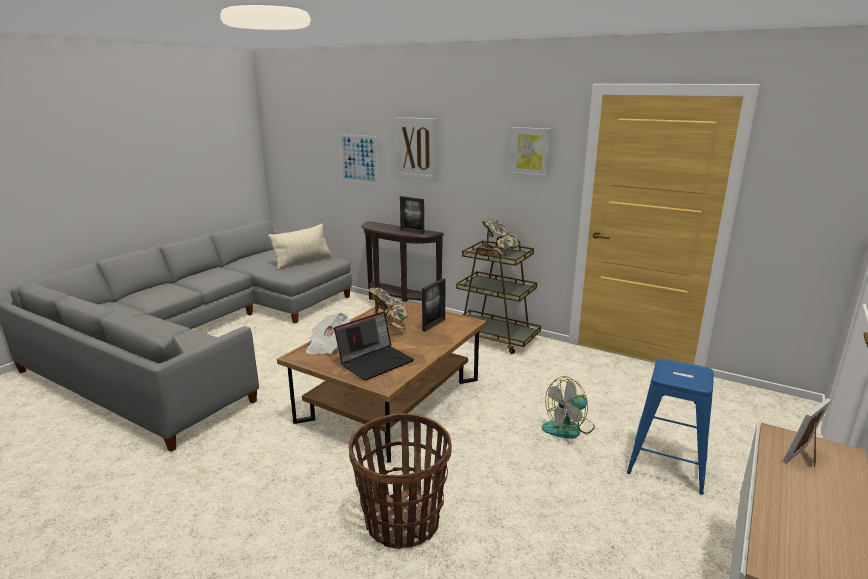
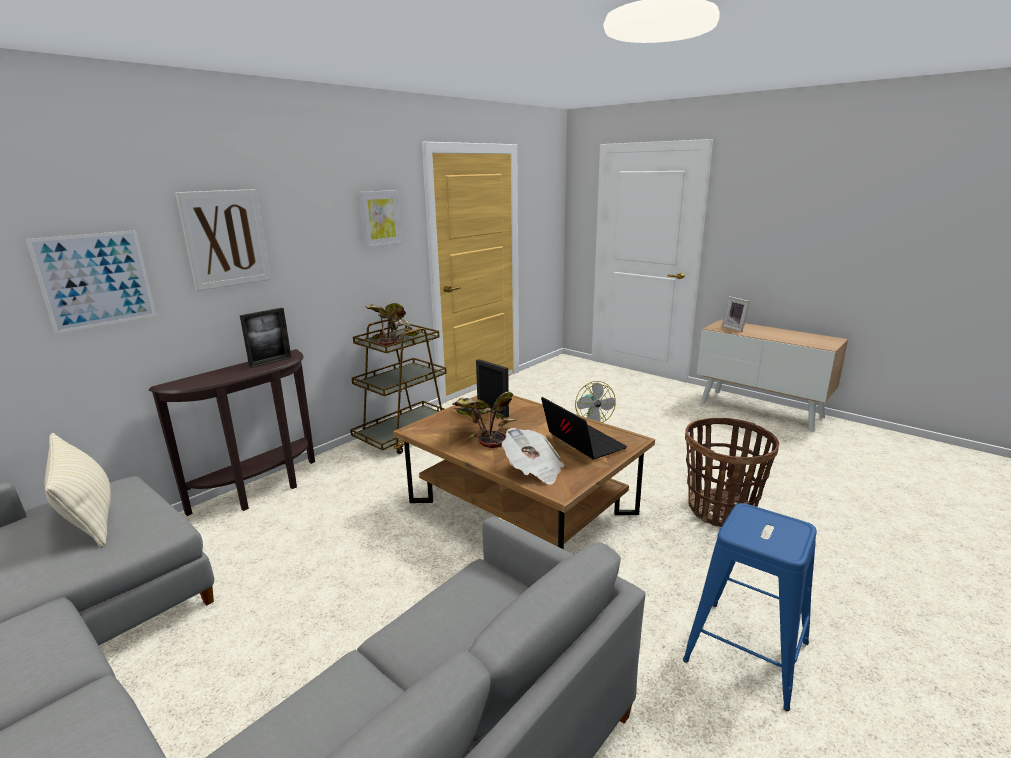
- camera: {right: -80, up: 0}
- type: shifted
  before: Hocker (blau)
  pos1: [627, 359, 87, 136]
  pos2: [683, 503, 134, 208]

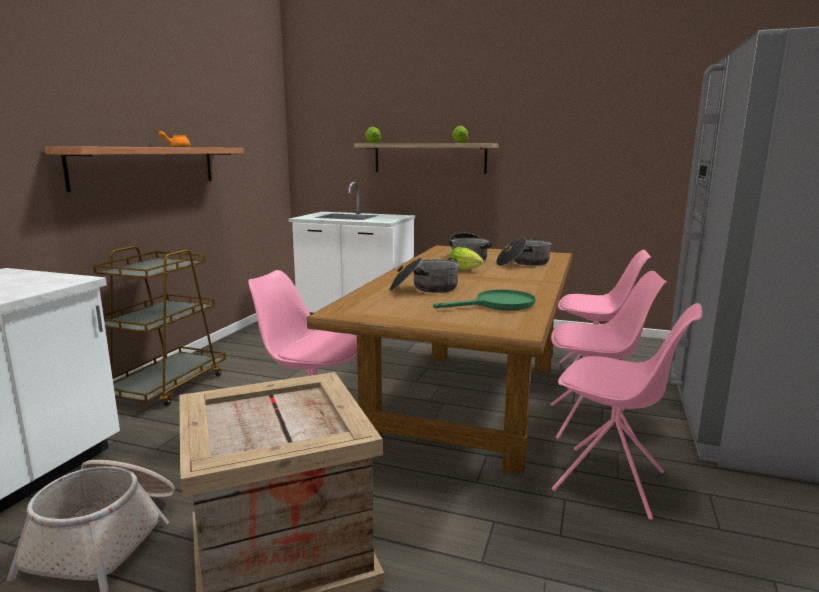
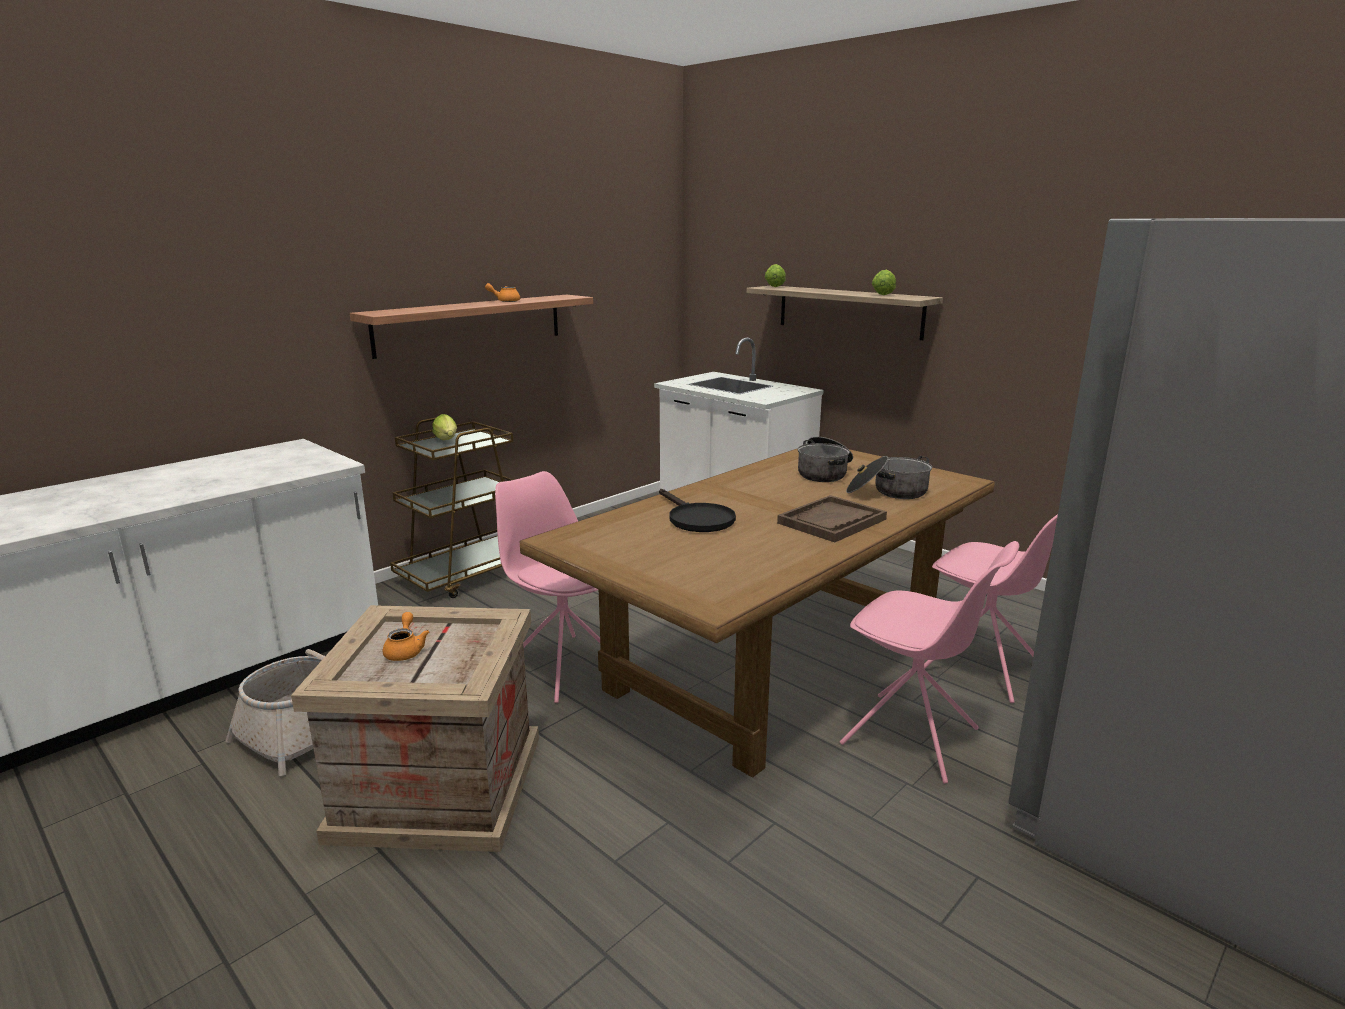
- camera: {right: 25, up: 5}
- type: gone
  before: Pfanne (grün)
  pos1: [433, 290, 103, 21]
- type: gone
  before: Stuhl (rosa)
  pos1: [552, 303, 150, 217]
- type: new
  after: Teekanne (orange)
  pos2: [383, 612, 46, 49]
- type: new
  after: Tablett (braun)
  pos2: [777, 495, 110, 47]
- type: shifted
  before: Salatkopf
  pos1: [449, 247, 35, 23]
  pos2: [432, 414, 25, 26]
- type: swapped
  before: Kochtopf
  after: Pfanne (schwarz)
  pos1: [389, 257, 71, 36]
  pos2: [659, 489, 77, 43]

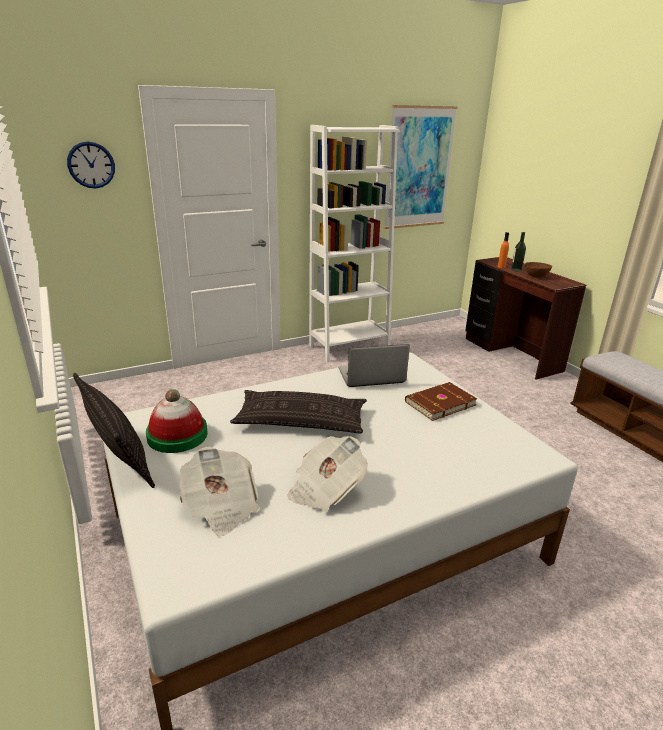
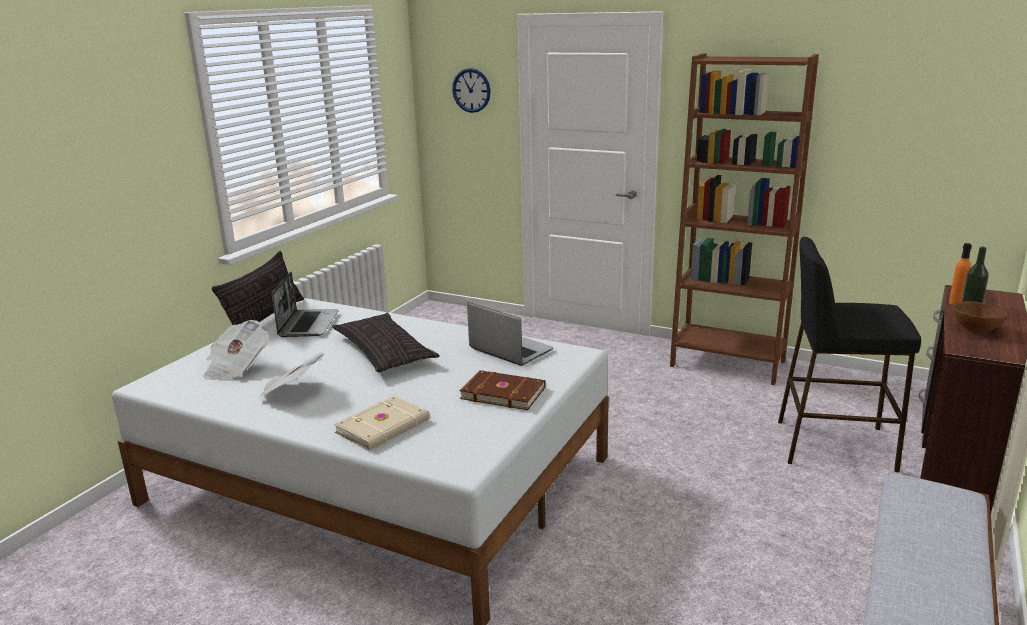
- camera: {right: 55, up: -5}
- type: gone
  before: Bild
  pos1: [384, 105, 74, 124]
- type: new
  after: Buch (beige)
  pos2: [334, 396, 96, 54]
- type: new
  after: Hocker (schwarz)
  pos2: [778, 237, 143, 235]
- type: swapped
  before: Hut
  after: Laptop
  pos1: [146, 389, 62, 64]
  pos2: [272, 272, 67, 65]
- type: repainted
  before: Bücherregal (weiß)
  after: Bücherregal (braun)
  pos1: [309, 125, 91, 237]
  pos2: [670, 53, 149, 332]

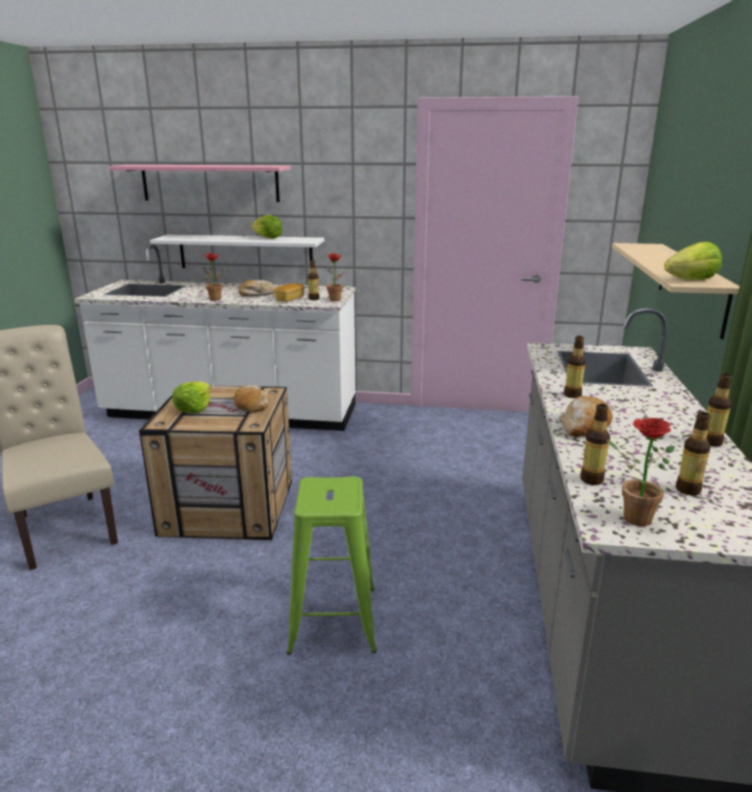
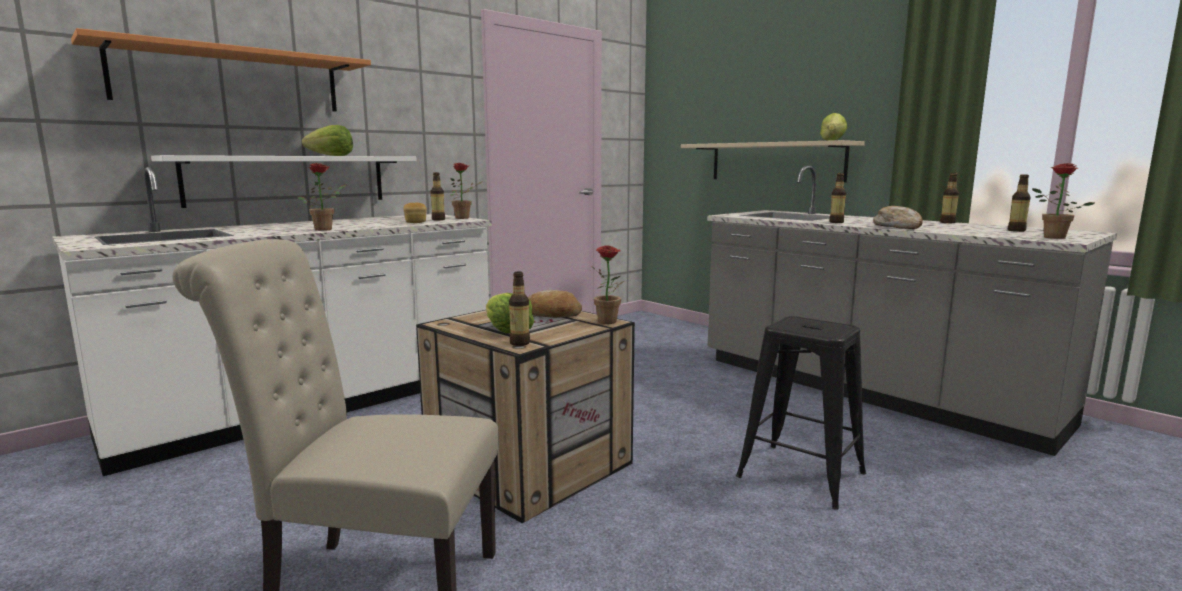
- camera: {right: -50, up: -10}
- type: gone
  before: Brot
  pos1: [239, 280, 37, 17]
- type: new
  after: Topfpflanze
  pos2: [591, 245, 33, 79]
- type: shifted
  before: Flasche
  pos1: [580, 404, 30, 81]
  pos2: [509, 272, 21, 74]
- type: repainted
  before: Wandregal (rosa)
  after: Wandregal (orange)
  pos1: [109, 165, 182, 37]
  pos2: [71, 28, 300, 84]
- type: repainted
  before: Hocker (grün)
  after: Hocker (schwarz)
  pos1: [287, 477, 90, 178]
  pos2: [736, 316, 130, 194]

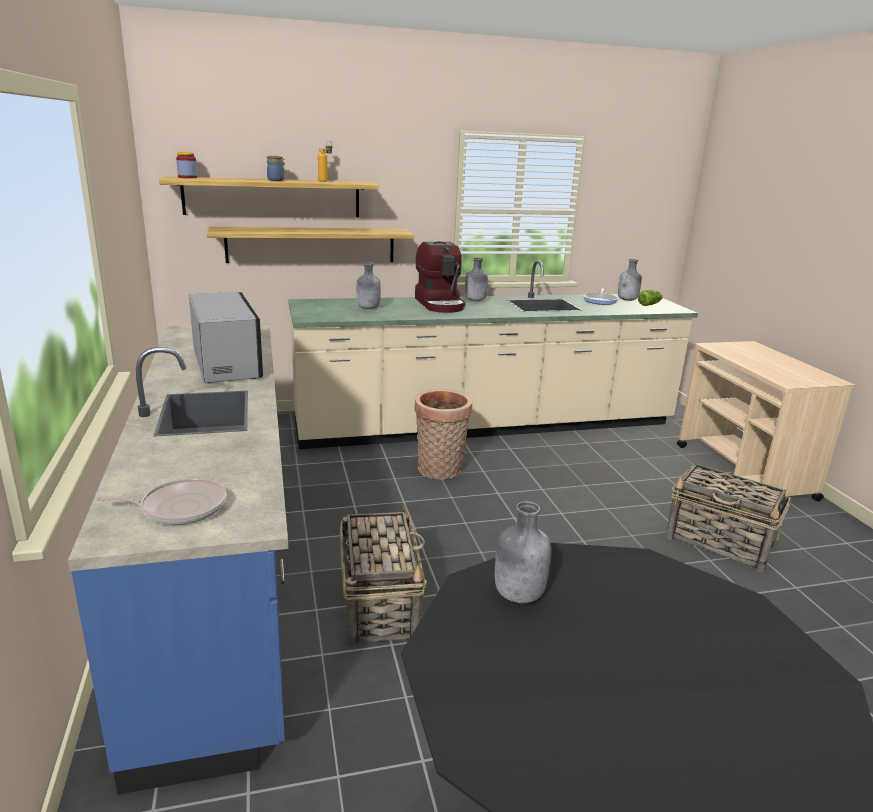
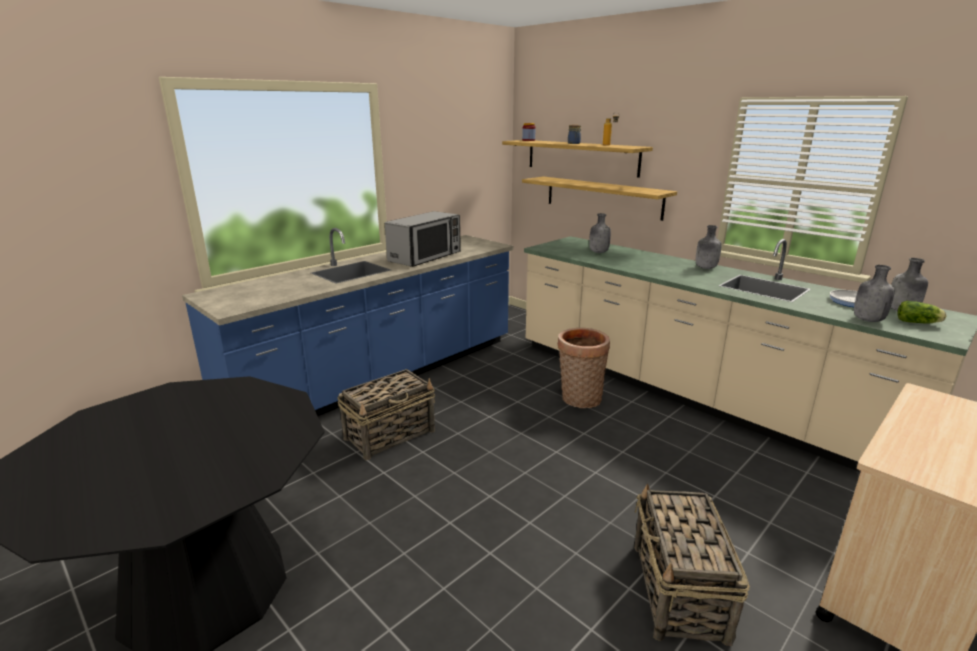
- camera: {right: 60, up: 0}
- type: gone
  before: Pfanne
  pos1: [96, 478, 131, 47]
- type: gone
  before: Kaffeemaschine
  pos1: [415, 241, 51, 72]
- type: shifted
  before: Flasche (grau)
  pos1: [494, 501, 58, 103]
  pos2: [854, 265, 41, 57]

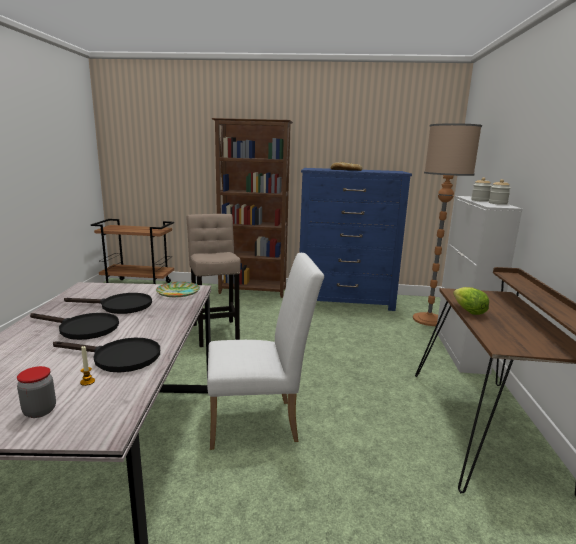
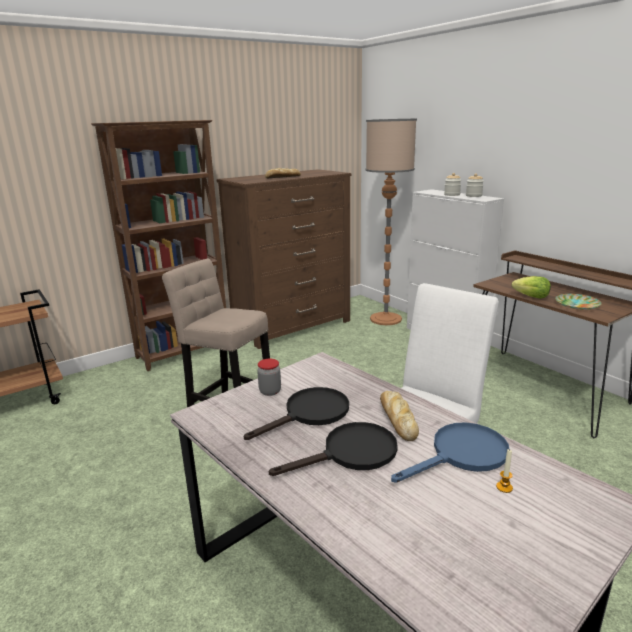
- camera: {right: -40, up: 5}
- type: new
  after: Brot
  pos2: [380, 391, 39, 50]
- type: shifted
  before: Vorratsglas
  pos1: [17, 366, 39, 52]
  pos2: [257, 358, 24, 38]
- type: shifted
  before: Teller
  pos1: [156, 282, 44, 15]
  pos2: [555, 294, 47, 16]
- type: repainted
  before: Pfanne (schwarz)
  after: Pfanne (blau)
  pos1: [53, 338, 107, 35]
  pos2: [391, 422, 118, 61]
- type: repainted
  before: Kommode (blau)
  after: Kommode (braun)
  pos1: [299, 168, 113, 143]
  pos2: [217, 169, 134, 180]

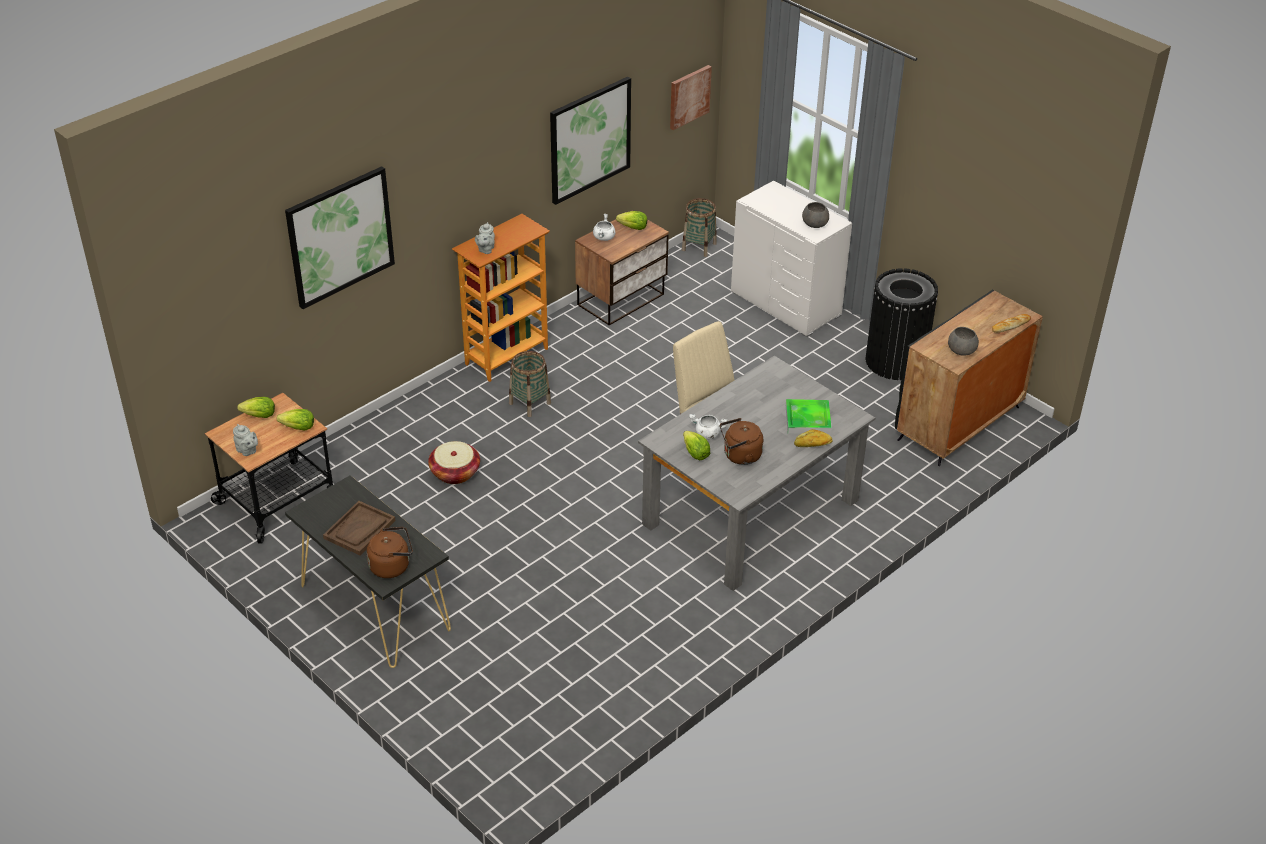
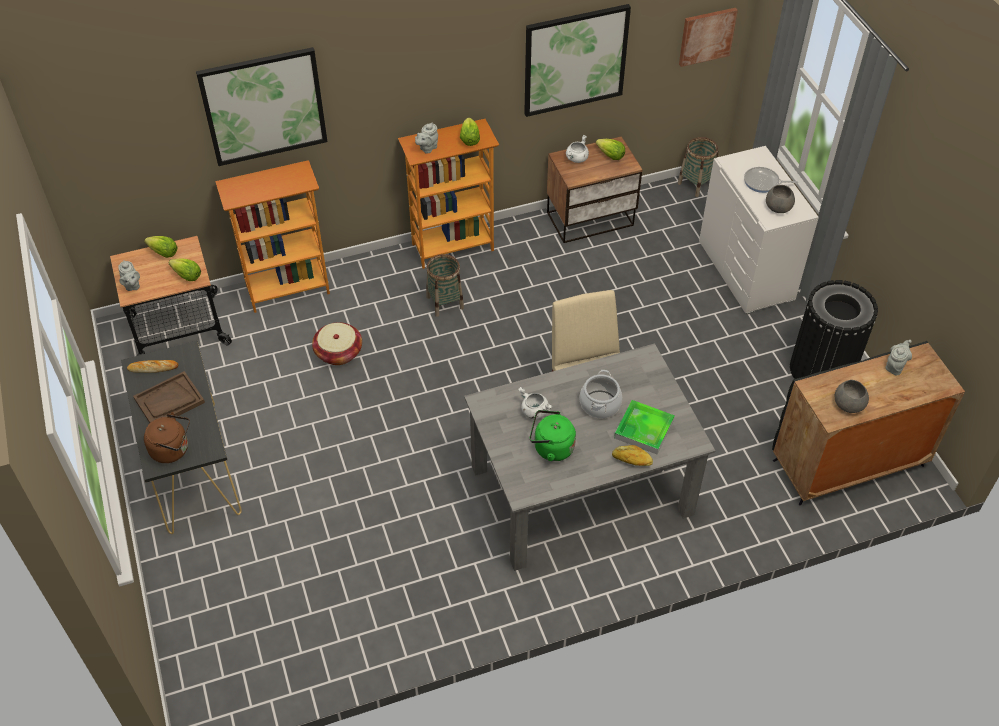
- camera: {right: 25, up: 10}
- type: new
  after: Bücherregal
  pos2: [215, 160, 115, 153]
- type: new
  after: Kochtopf
  pos2: [579, 370, 43, 48]
- type: new
  after: Pfanne
  pos2: [744, 167, 54, 26]
- type: new
  after: Teekanne (grau)
  pos2: [886, 340, 26, 36]
- type: shifted
  before: Salatkopf
  pos1: [683, 431, 27, 29]
  pos2: [460, 118, 20, 28]
- type: shifted
  before: Brot
  pos1: [992, 314, 39, 19]
  pos2: [127, 360, 51, 13]
- type: repainted
  before: Wasserkessel (braun)
  after: Wasserkessel (grün)
  pos1: [720, 418, 43, 47]
  pos2: [530, 410, 46, 51]

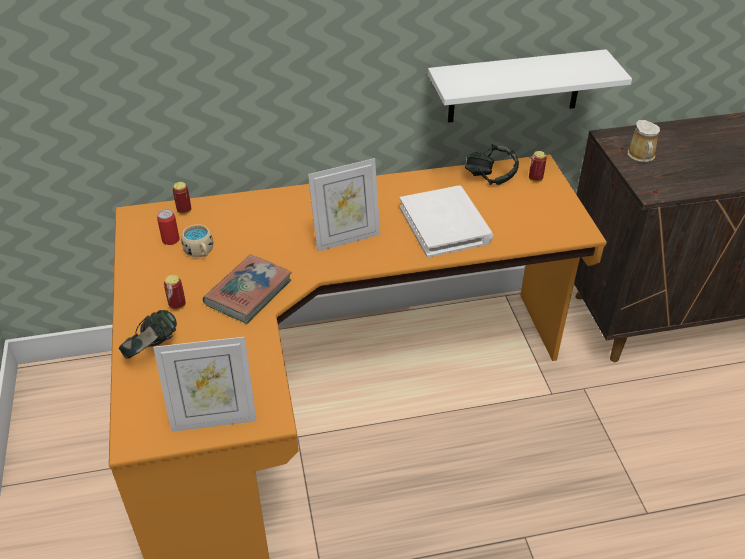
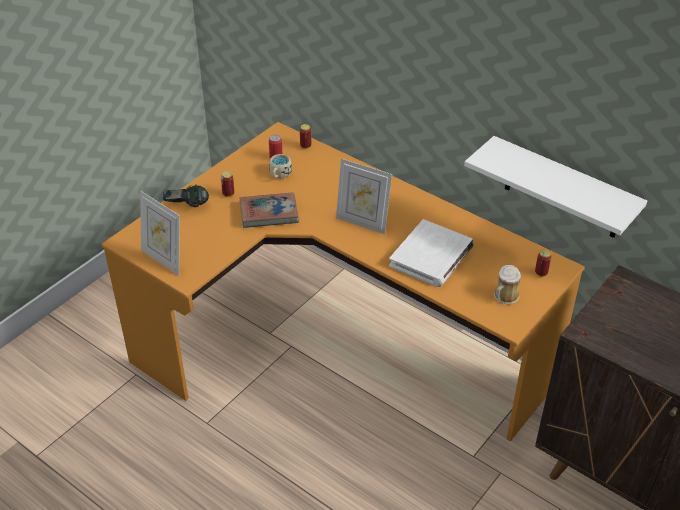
- camera: {right: 50, up: 0}
- type: gone
  before: Kopfhörer
  pos1: [465, 144, 54, 41]
- type: shifted
  before: Henkelbecher
  pos1: [628, 120, 32, 42]
  pos2: [494, 265, 27, 39]

